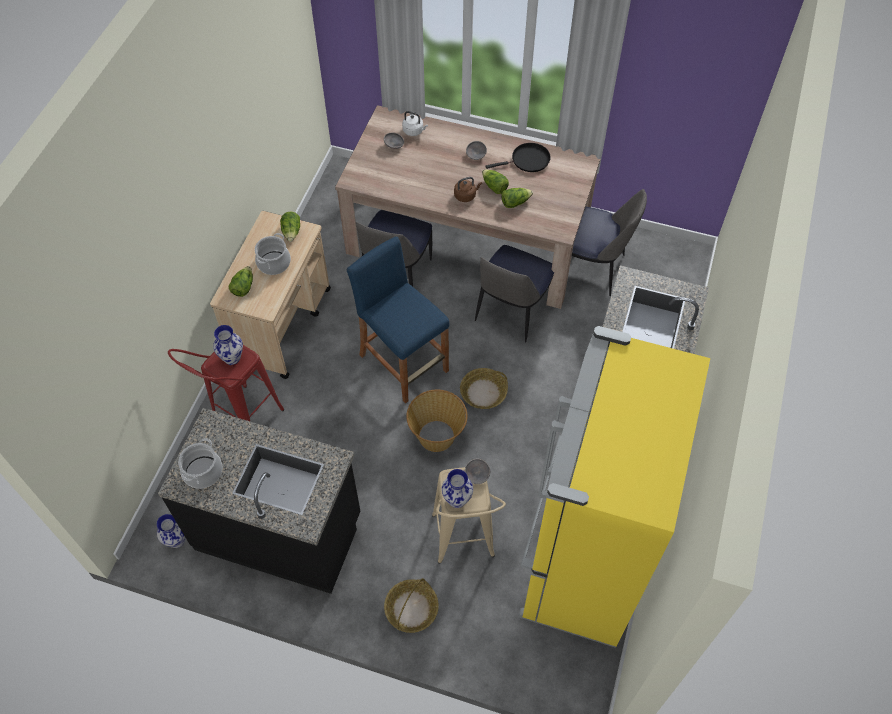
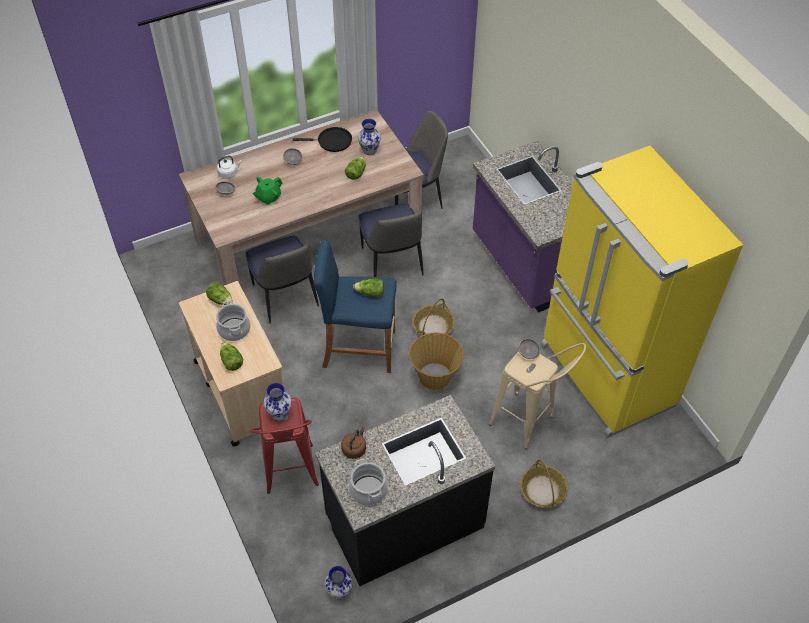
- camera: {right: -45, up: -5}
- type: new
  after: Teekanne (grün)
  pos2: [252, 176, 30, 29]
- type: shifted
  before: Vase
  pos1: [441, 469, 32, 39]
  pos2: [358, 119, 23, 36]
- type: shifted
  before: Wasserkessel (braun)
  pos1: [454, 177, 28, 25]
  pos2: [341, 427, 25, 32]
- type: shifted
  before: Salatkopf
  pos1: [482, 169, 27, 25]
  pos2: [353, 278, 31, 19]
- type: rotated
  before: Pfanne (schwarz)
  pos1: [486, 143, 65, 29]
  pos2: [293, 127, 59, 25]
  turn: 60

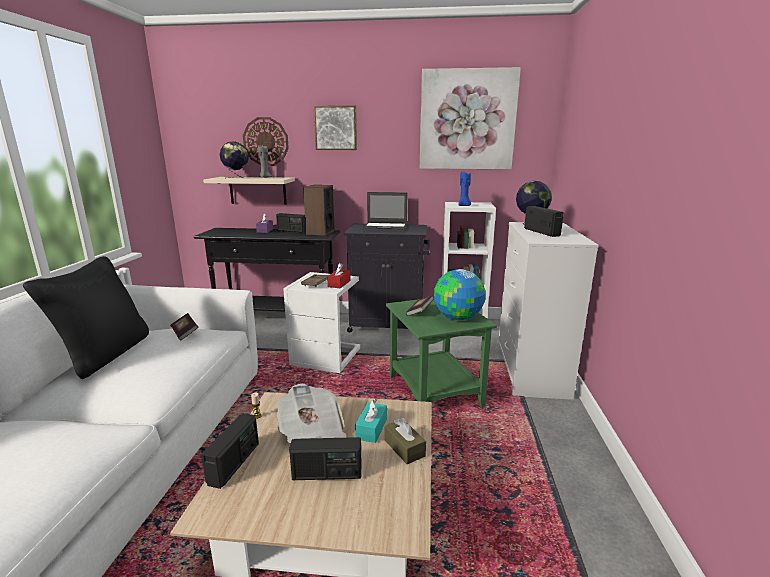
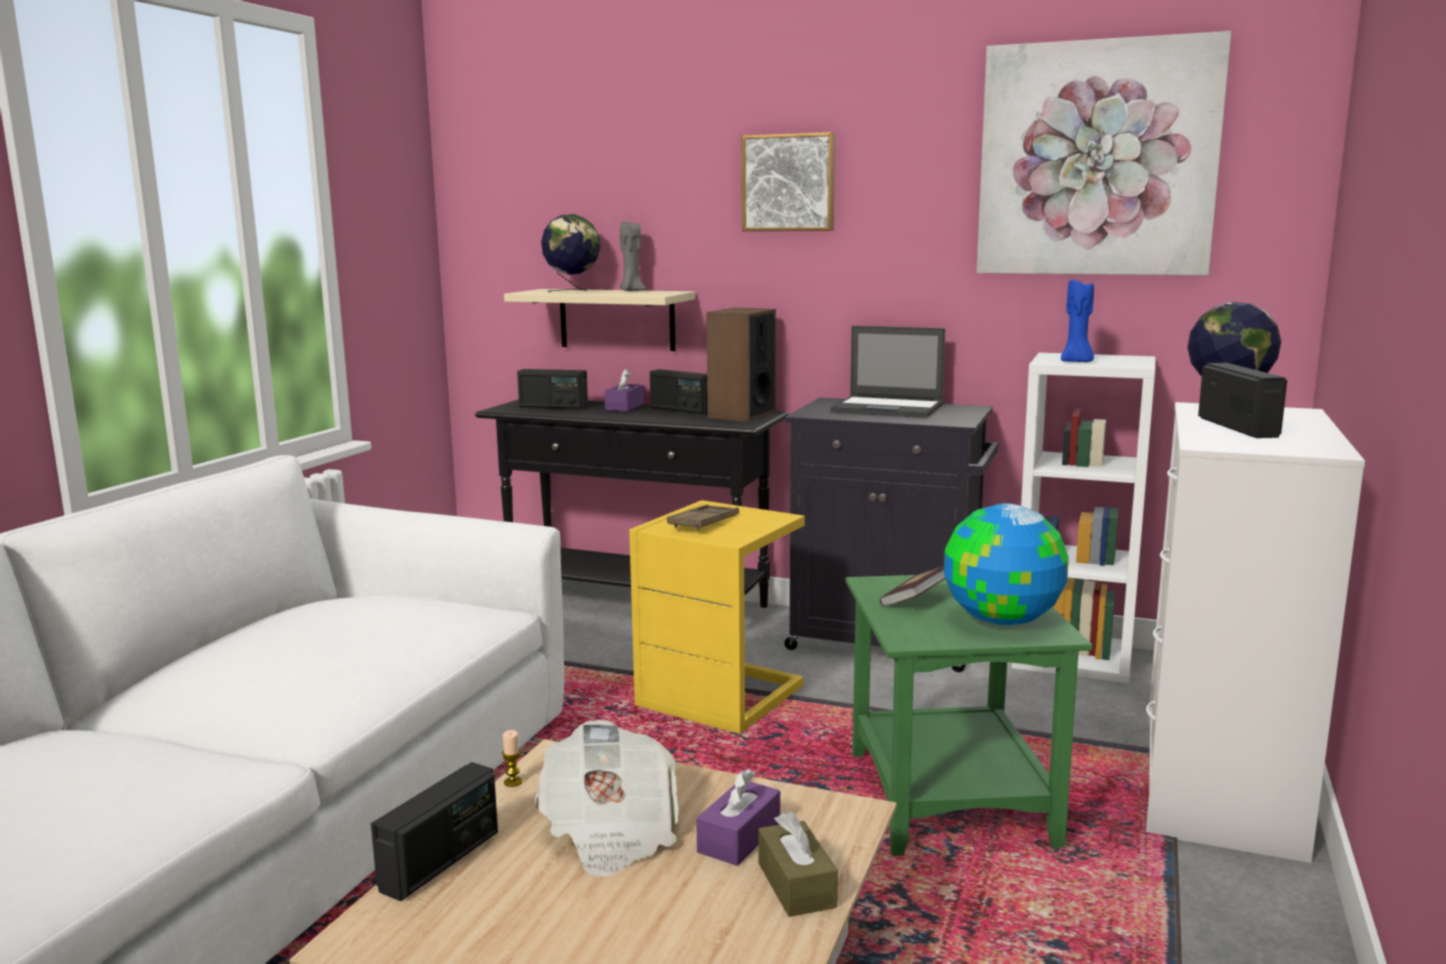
- camera: {right: 15, up: -5}
- type: gone
  before: Kissen (schwarz)
  pos1: [23, 256, 126, 123]
- type: gone
  before: Buch
  pos1: [170, 313, 28, 27]
- type: gone
  before: Wanduhr
  pos1: [243, 117, 46, 49]
- type: gone
  before: Taschentuchbox (rot)
  pos1: [327, 263, 24, 25]
- type: shifted
  before: Radio
  pos1: [289, 437, 73, 43]
  pos2: [517, 369, 71, 41]
- type: repainted
  before: Beistelltisch (weiß)
  after: Beistelltisch (gelb)
  pos1: [283, 272, 77, 101]
  pos2: [629, 500, 176, 234]
- type: repainted
  before: Taschentuchbox (türkis)
  after: Taschentuchbox (lila)
  pos1: [355, 398, 32, 45]
  pos2: [696, 769, 84, 97]

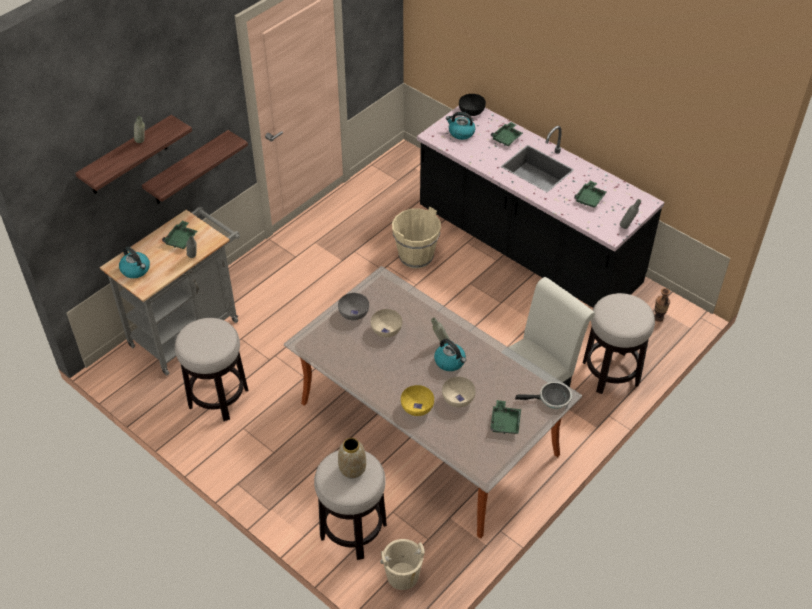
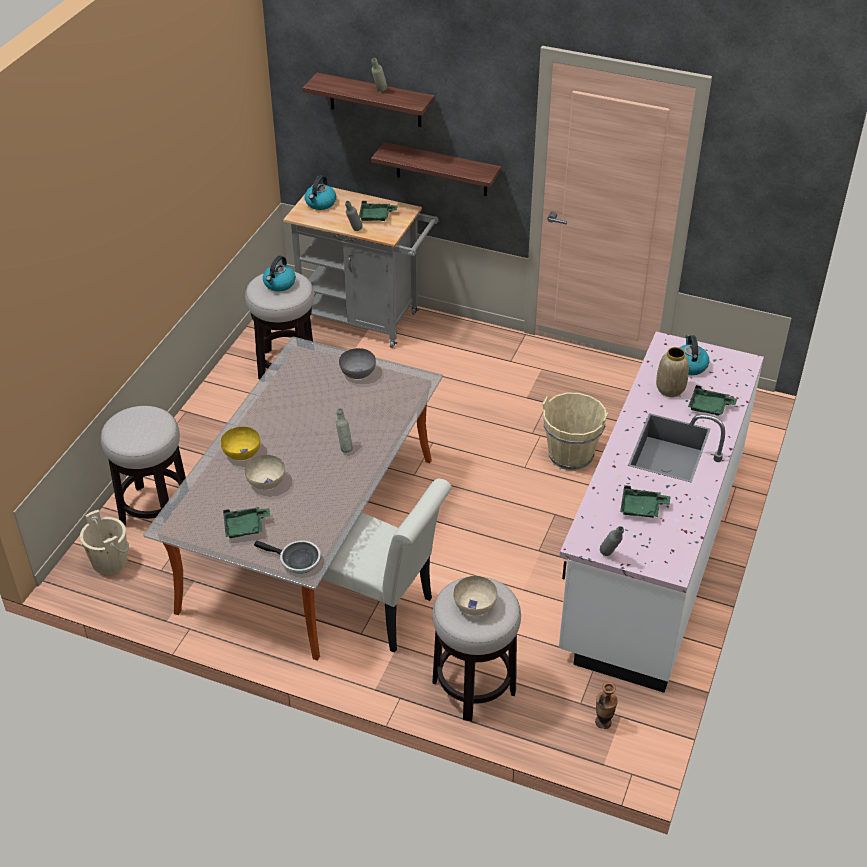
- camera: {right: 70, up: -5}
- type: gone
  before: Schüssel (schwarz)
  pos1: [459, 94, 27, 22]
- type: shifted
  before: Vase
  pos1: [338, 438, 28, 41]
  pos2: [656, 347, 33, 50]
- type: shifted
  before: Schüssel (beige)
  pos1: [371, 309, 31, 28]
  pos2: [454, 576, 43, 40]
- type: shifted
  before: Wasserkessel
  pos1: [434, 339, 32, 32]
  pos2: [263, 256, 33, 35]
- type: repainted
  before: Küchenzeile (schwarz)
  after: Küchenzeile (weiß)
  pos1: [417, 106, 247, 202]
  pos2: [559, 332, 205, 361]
- type: rotated
  before: Pfanne
  pos1: [515, 382, 57, 27]
  pos2: [254, 540, 67, 34]
  turn: -45

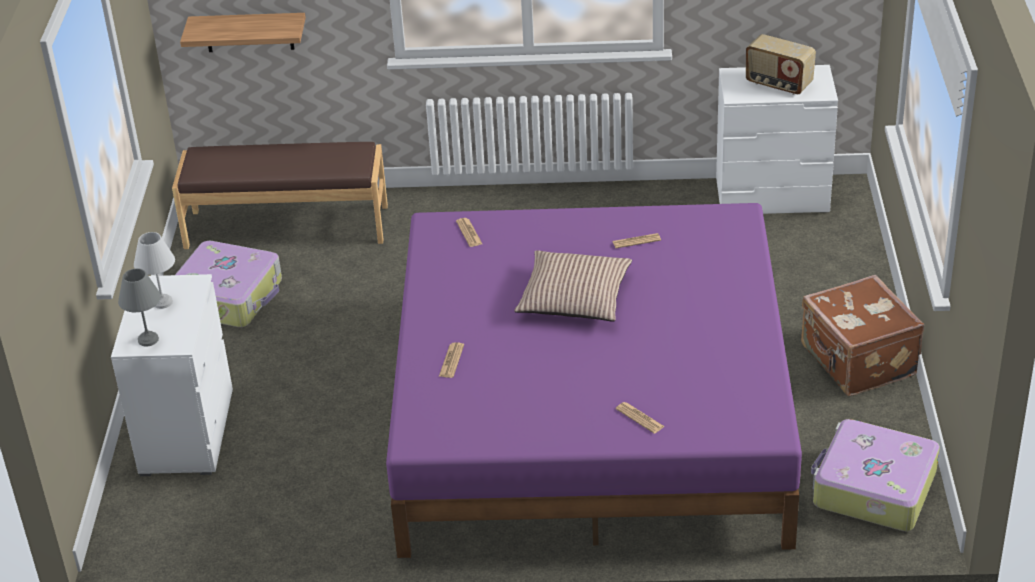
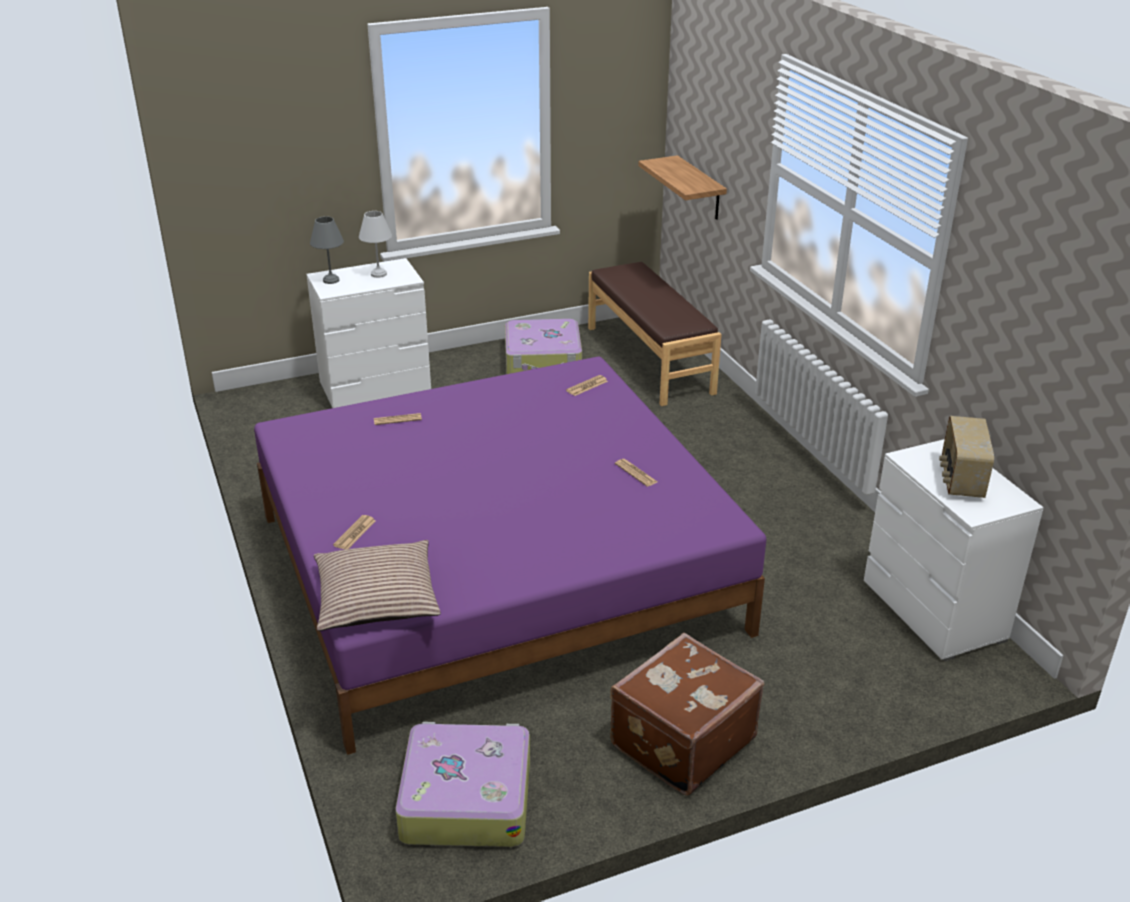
- camera: {right: 65, up: -5}
- type: shifted
  before: Kissen
  pos1: [514, 251, 118, 70]
  pos2: [314, 540, 127, 91]

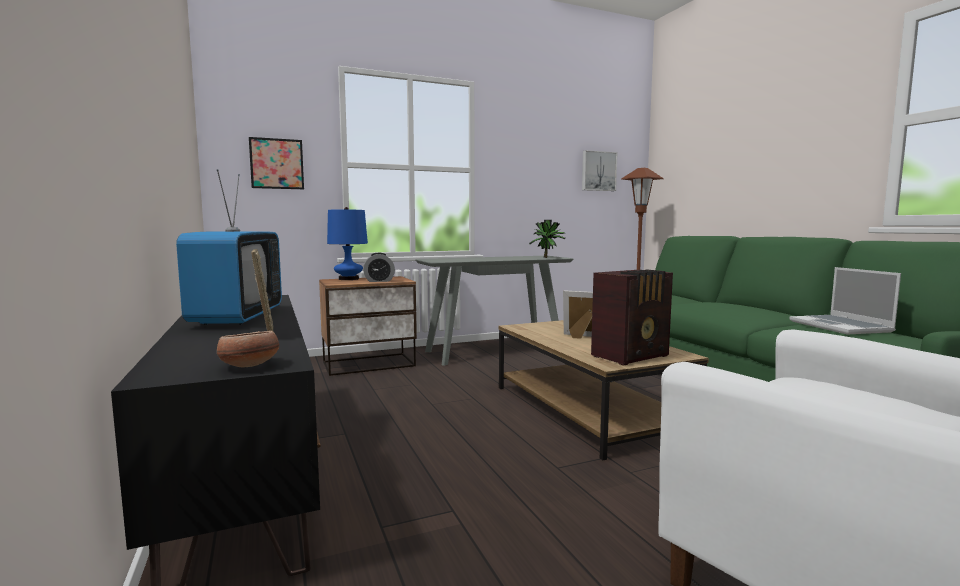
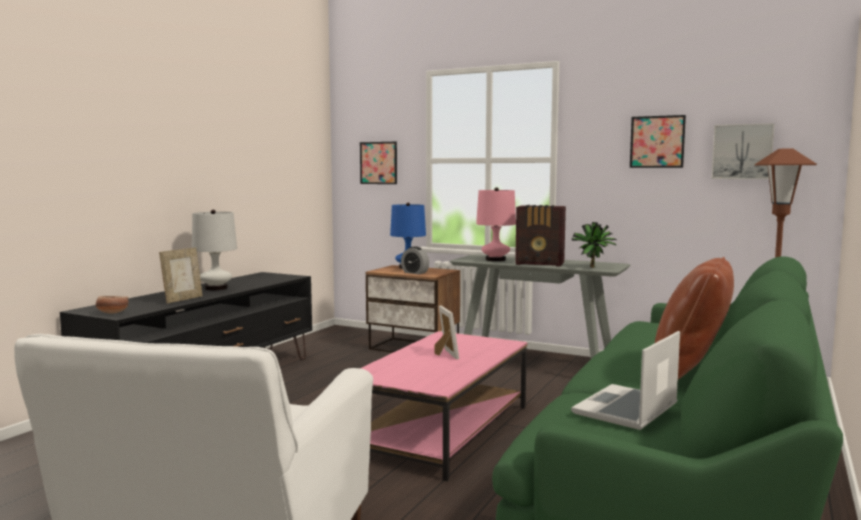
- camera: {right: 50, up: 0}
- type: new
  after: Tischlampe (rosa)
  pos2: [476, 187, 40, 74]
- type: new
  after: Bild
  pos2: [630, 115, 56, 53]
- type: new
  after: Kissen (braun)
  pos2: [655, 257, 79, 122]
- type: shifted
  before: Radio
  pos1: [591, 270, 82, 96]
  pos2: [515, 205, 51, 62]
- type: swapped
  before: Fernseher
  after: Tischlampe (weiß)
  pos1: [176, 169, 106, 156]
  pos2: [192, 210, 45, 80]
- type: repainted
  before: Couchtisch (braun)
  after: Couchtisch (rosa)
  pos1: [498, 320, 211, 140]
  pos2: [361, 331, 166, 150]

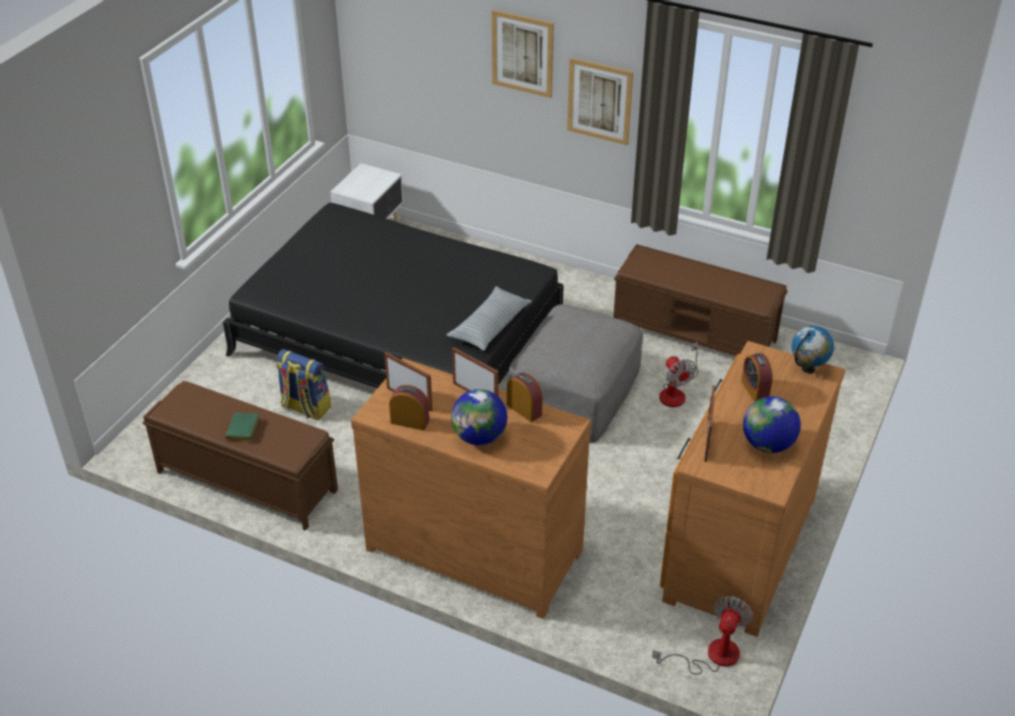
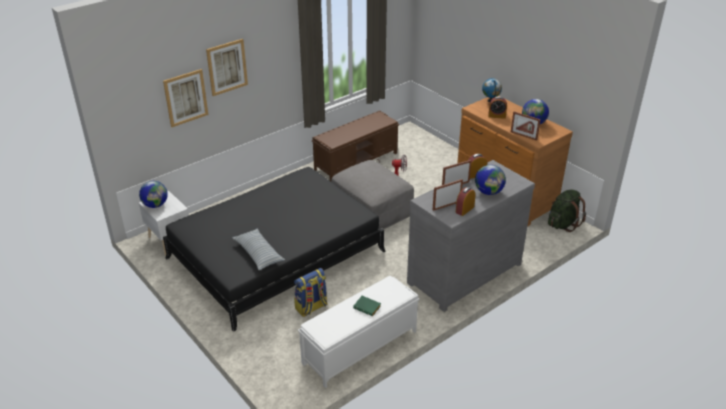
- camera: {right: -65, up: -5}
- type: new
  after: Globus
  pos2: [139, 181, 29, 27]
- type: shifted
  before: Kissen
  pos1: [447, 286, 85, 65]
  pos2: [232, 228, 53, 42]
- type: shifted
  before: Bild
  pos1: [567, 58, 66, 87]
  pos2: [163, 69, 45, 58]
- type: swapped
  before: Ventilator
  after: Rucksack (grün)
  pos1: [652, 596, 101, 78]
  pos2: [548, 189, 38, 43]
- type: repainted
  before: Bank (braun)
  after: Bank (weiß)
  pos1: [142, 381, 196, 150]
  pos2: [298, 276, 122, 112]
- type: repainted
  before: Kommode (braun)
  after: Kommode (grau)
  pos1: [351, 358, 240, 261]
  pos2: [407, 160, 128, 152]

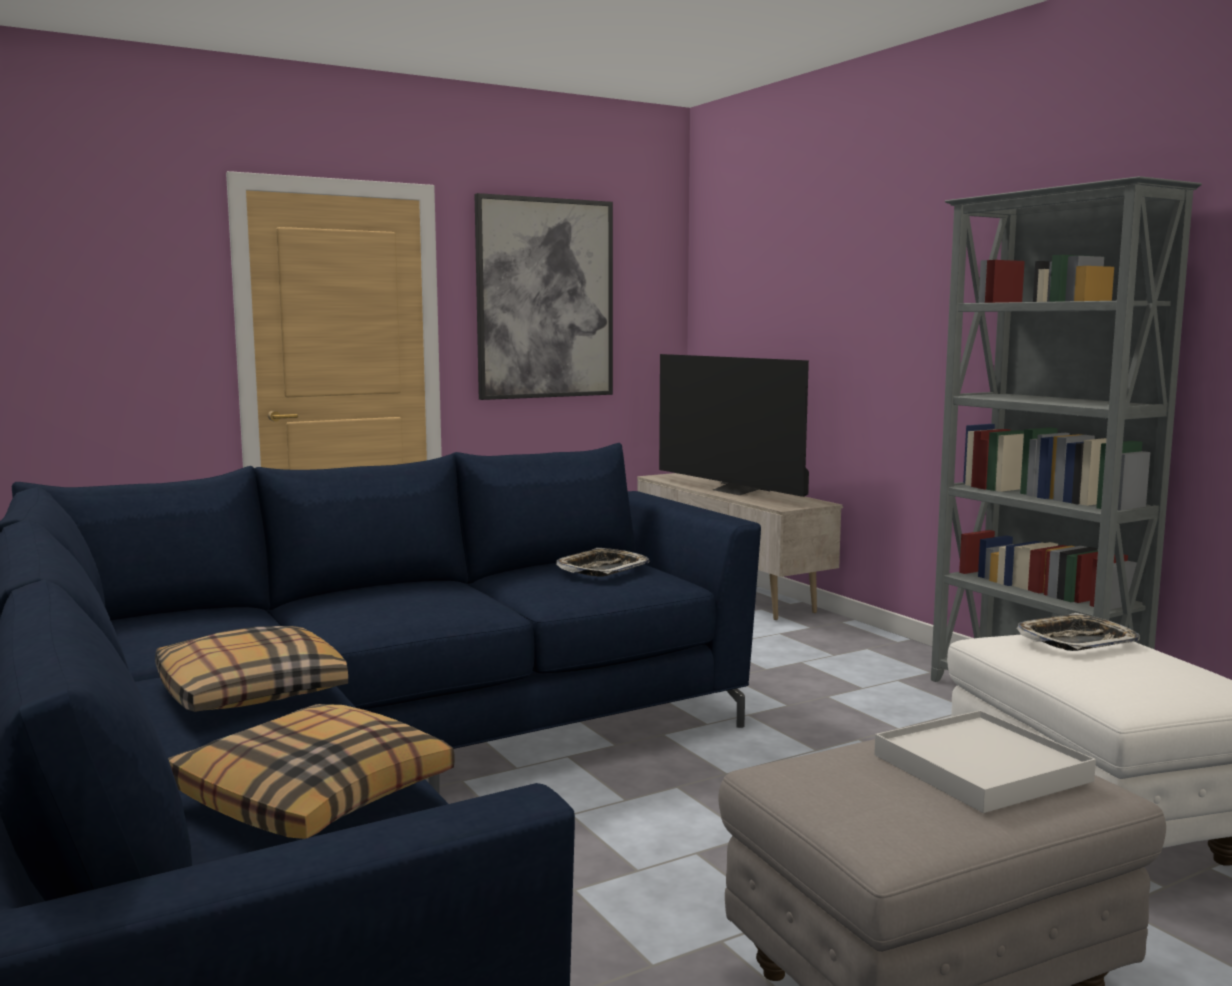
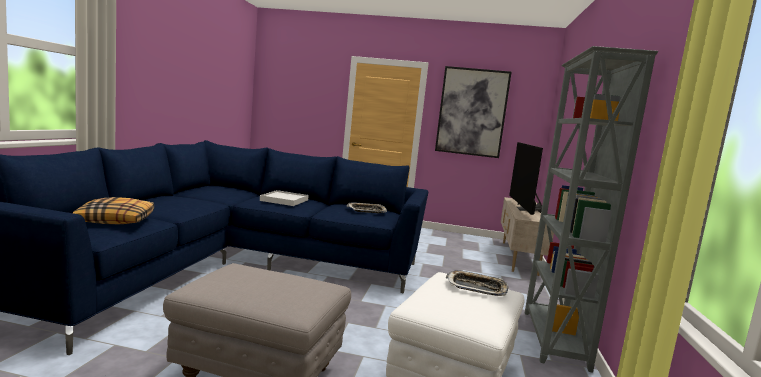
- camera: {right: 40, up: 0}
- type: gone
  before: Kissen
  pos1: [155, 626, 193, 86]
- type: shifted
  before: Tablett (weiß)
  pos1: [874, 710, 222, 103]
  pos2: [260, 190, 49, 16]

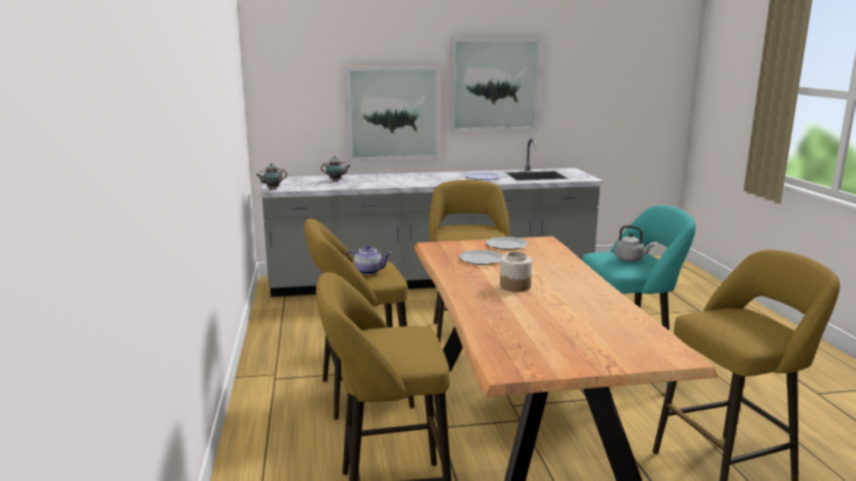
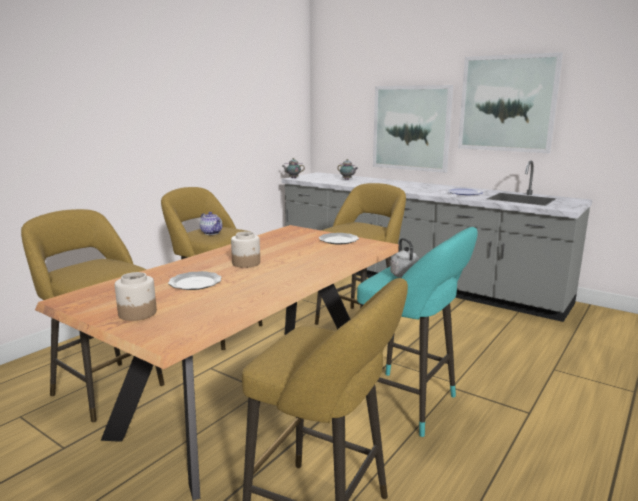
- camera: {right: 45, up: 0}
- type: new
  after: Vorratsglas
  pos2: [115, 272, 42, 49]
- type: shifted
  before: Teller
  pos1: [459, 250, 45, 15]
  pos2: [168, 271, 54, 19]

